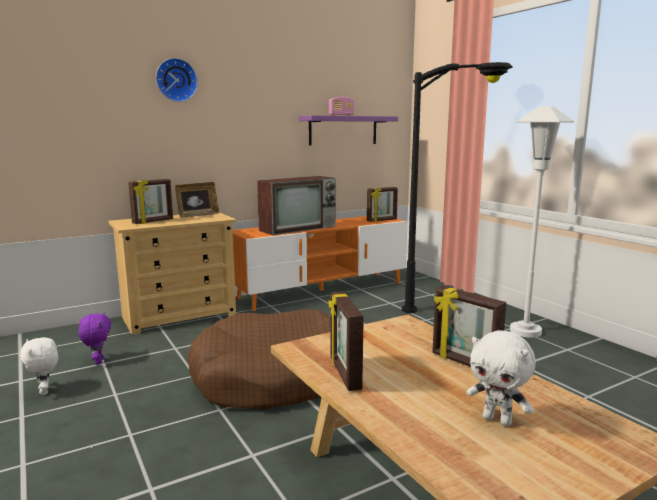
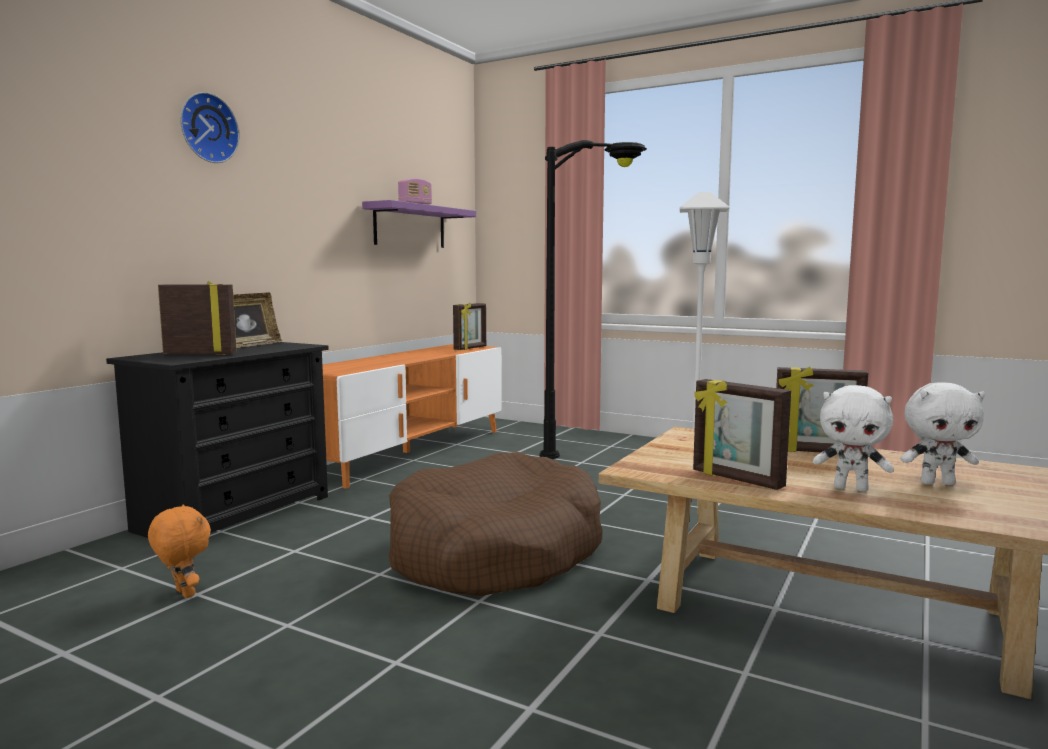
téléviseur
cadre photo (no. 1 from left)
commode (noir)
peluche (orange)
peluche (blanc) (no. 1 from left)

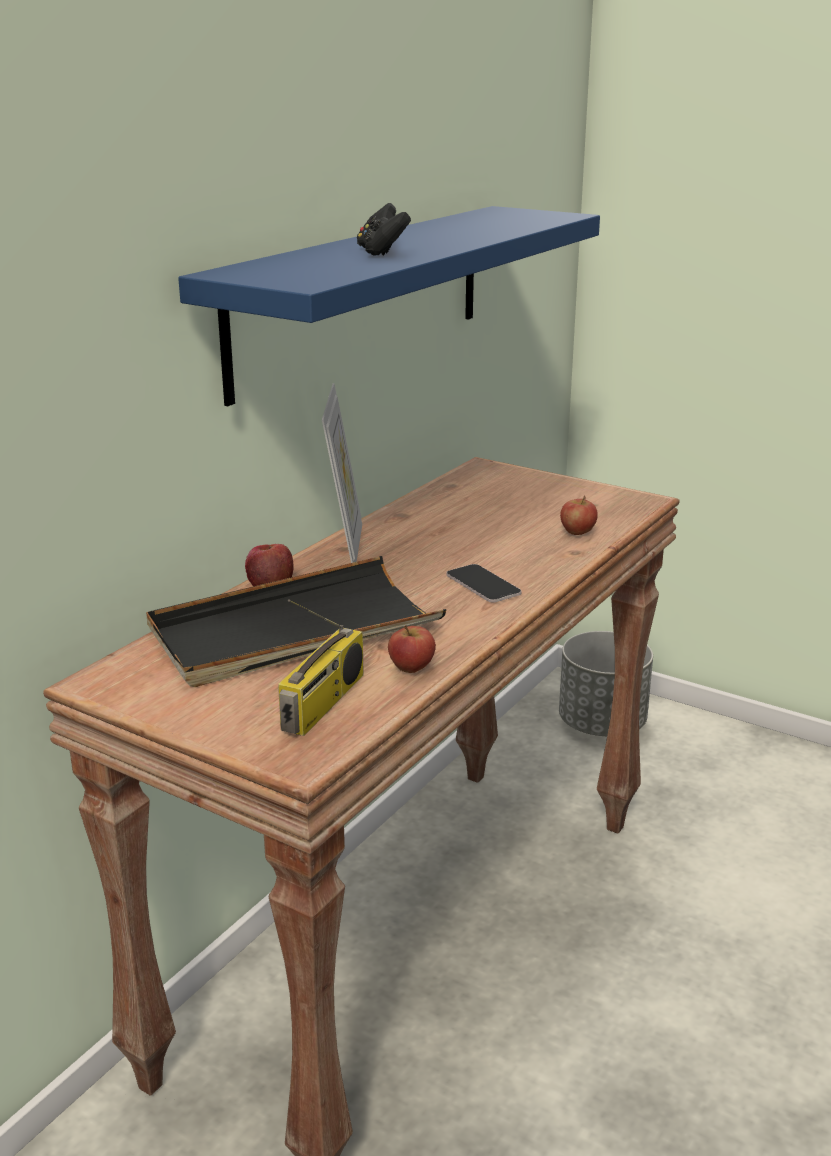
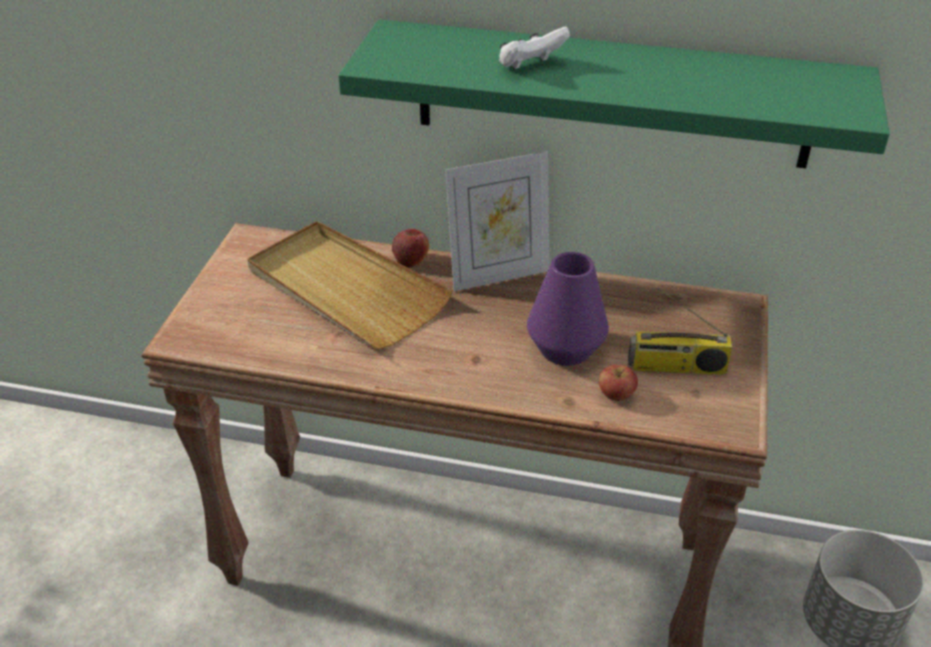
manette (blanc)
étagère (vert)
plateau (beige)
téléphone
radio
pomme (no. 2 from left in the first image)
vase (violet)

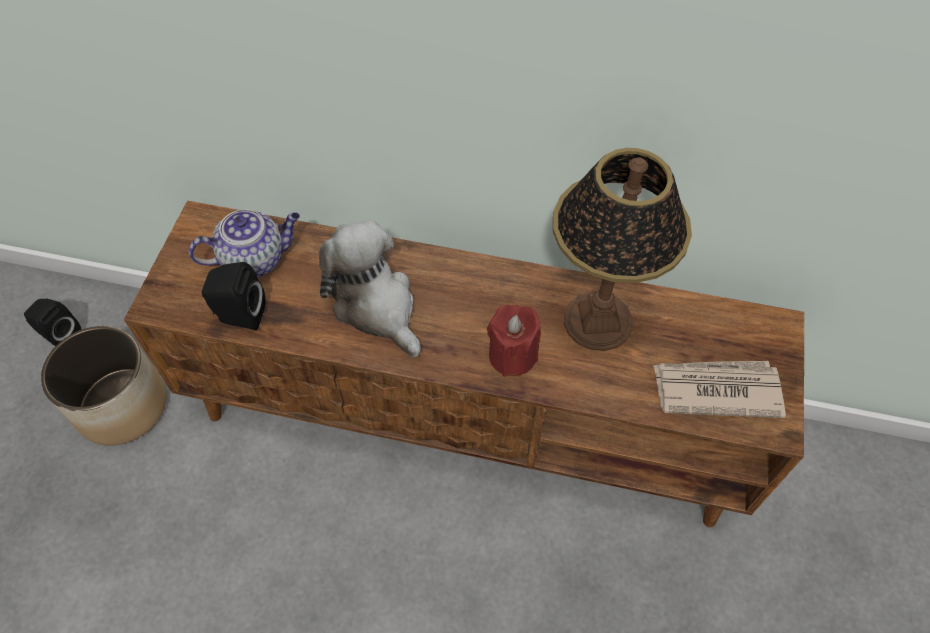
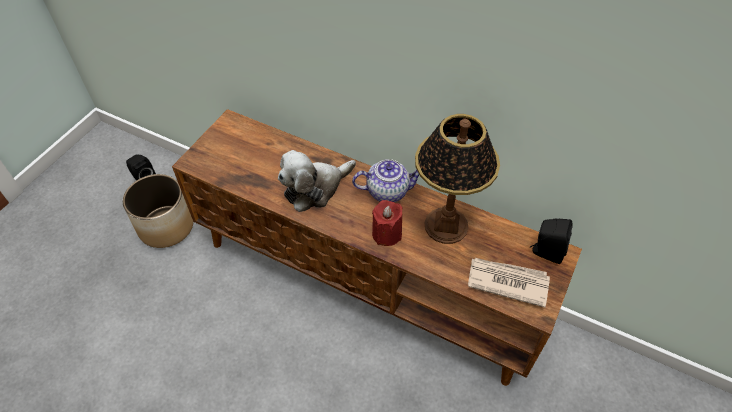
théière
peluche
enceinte (noir) (no. 2 from left)

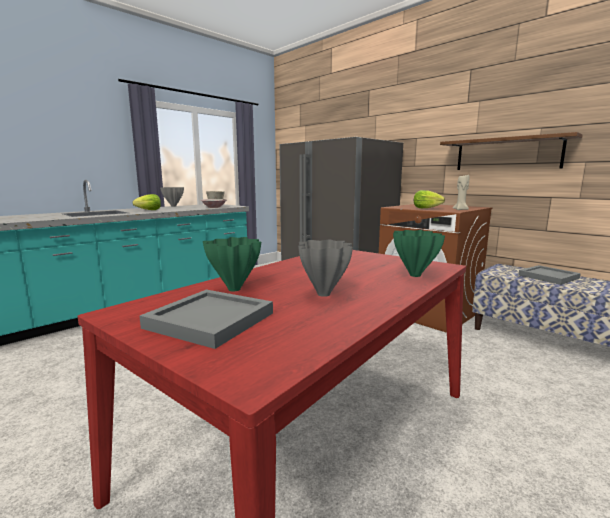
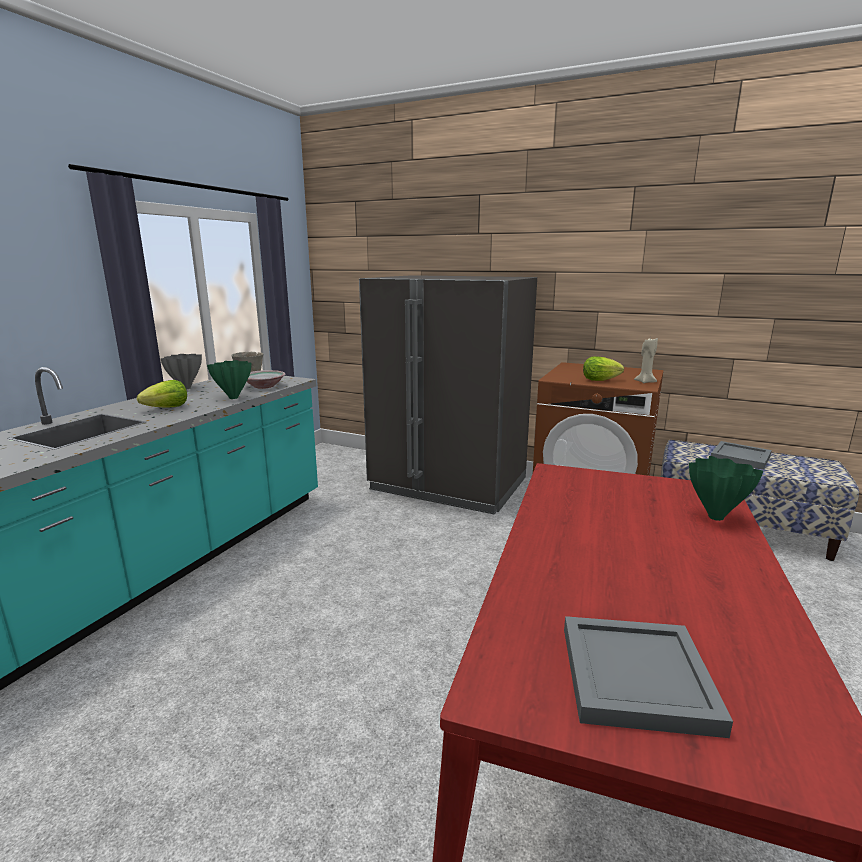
étagère (marron)
vase (vert) (no. 1 from left)
vase (gris) (no. 2 from left in the first image)

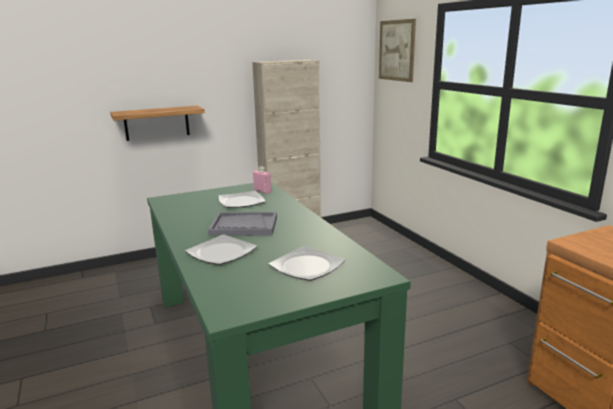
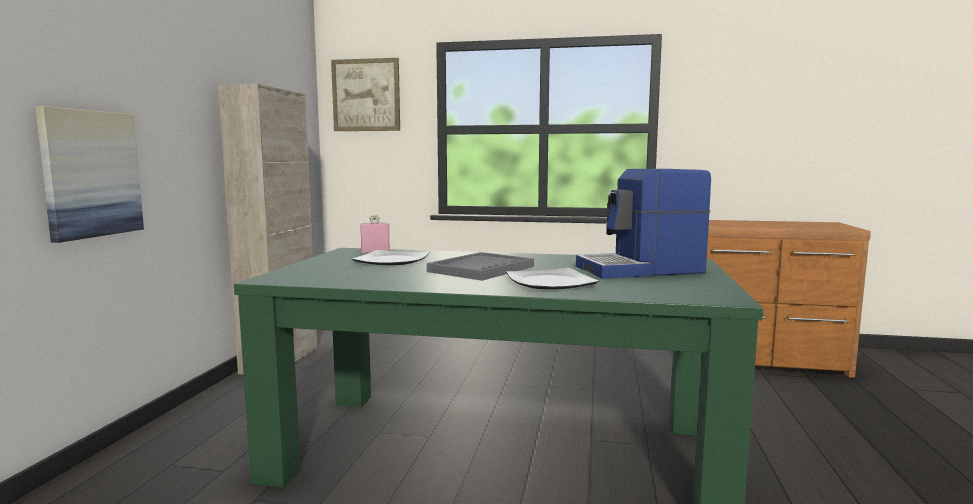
tableau (no. 1 from left)
machine à café

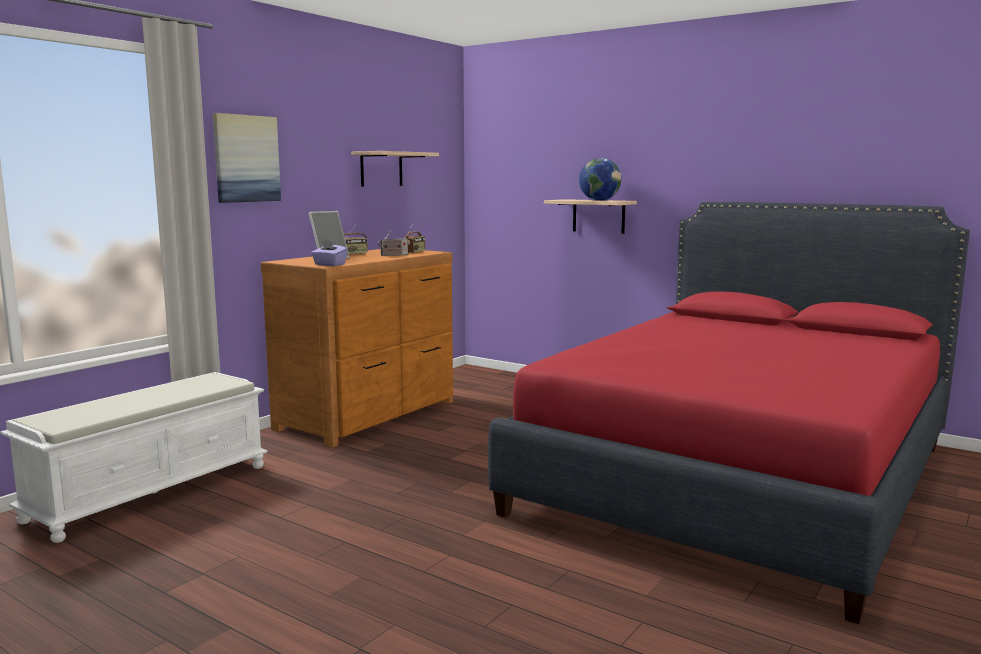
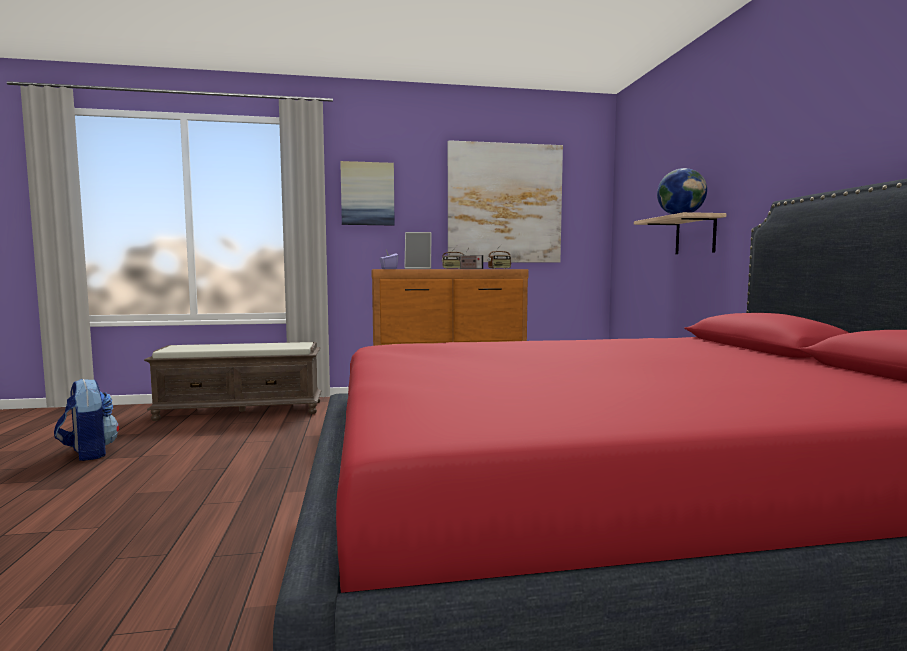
tableau (no. 2 from left)
banc (marron)
sac à dos

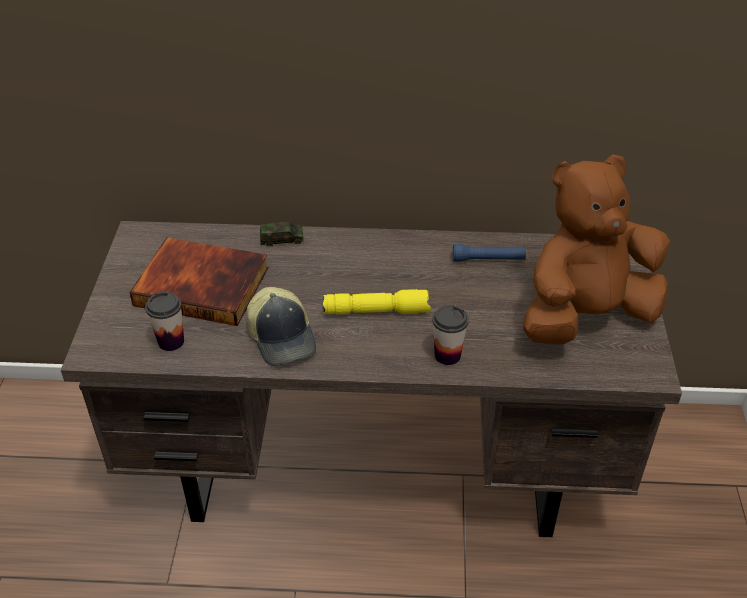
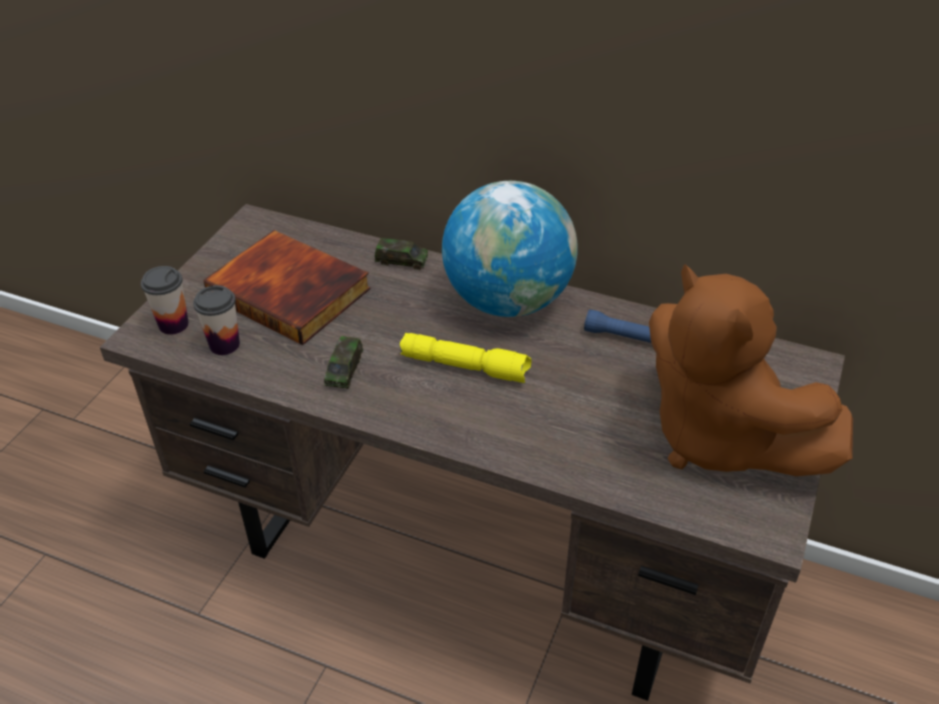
peluche (marron)
petite voiture (no. 1 from left)
tasse (no. 1 from left)
globe

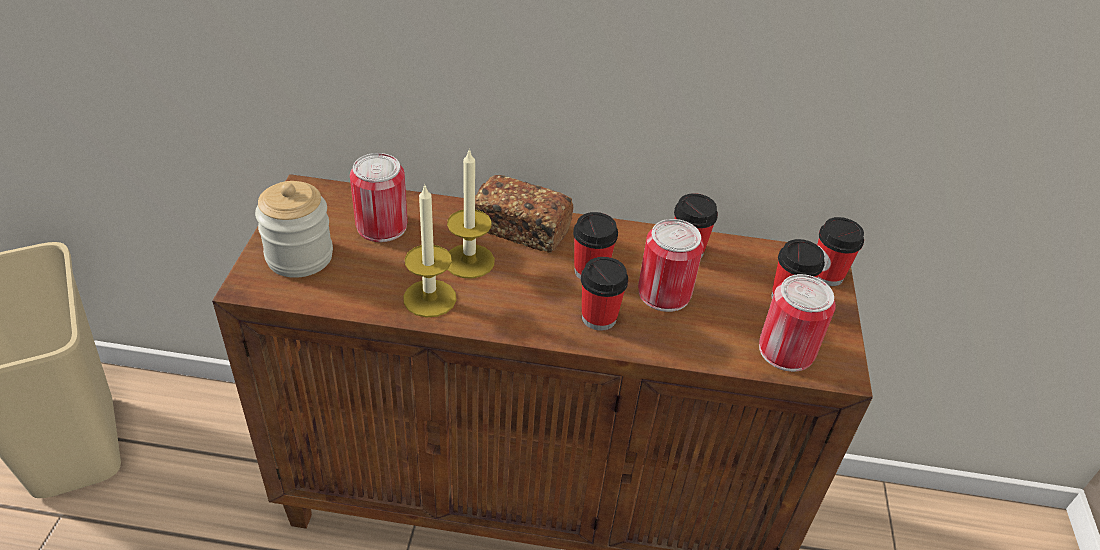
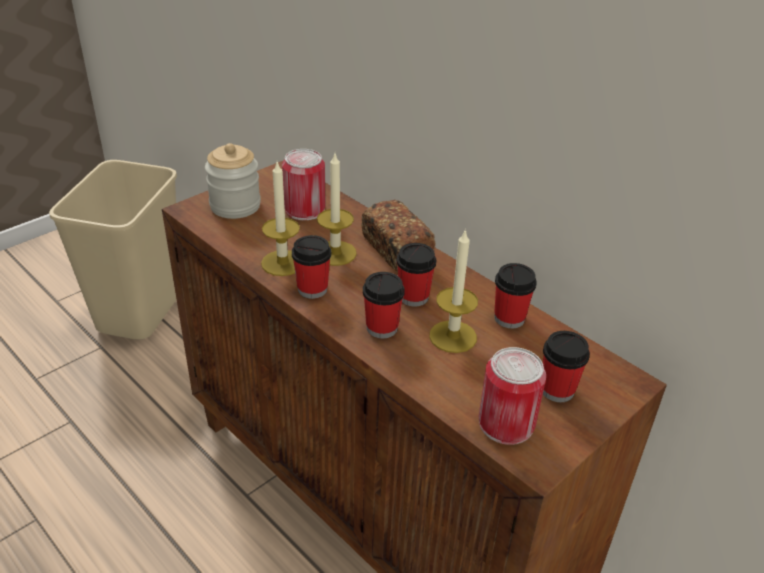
tasse (no. 1 from left)
bougie (no. 3 from left)

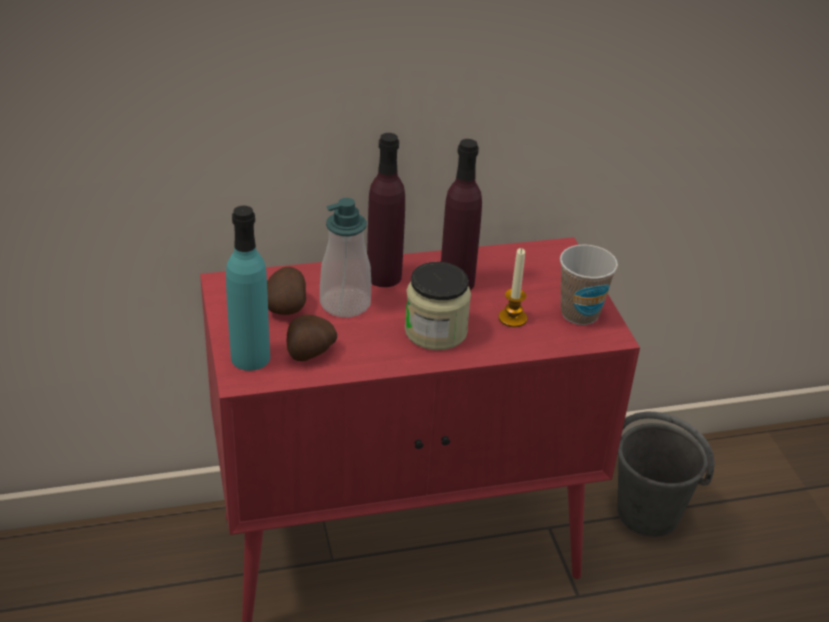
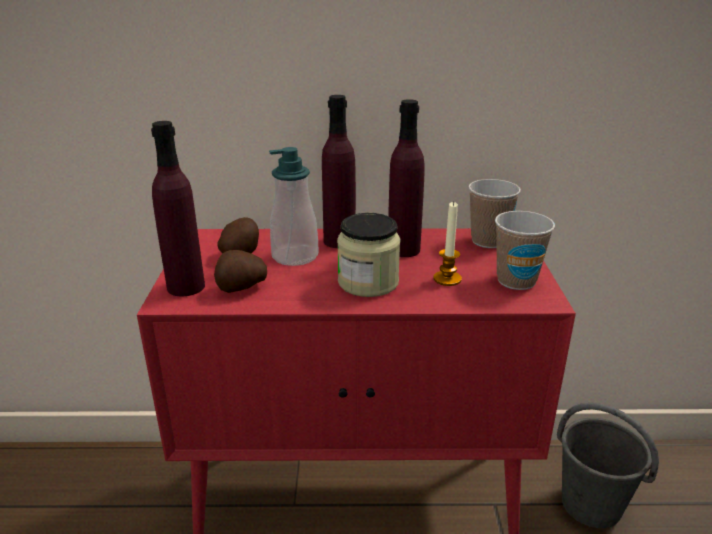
bouteille (violet) (no. 1 from left)
tasse (no. 1 from left)

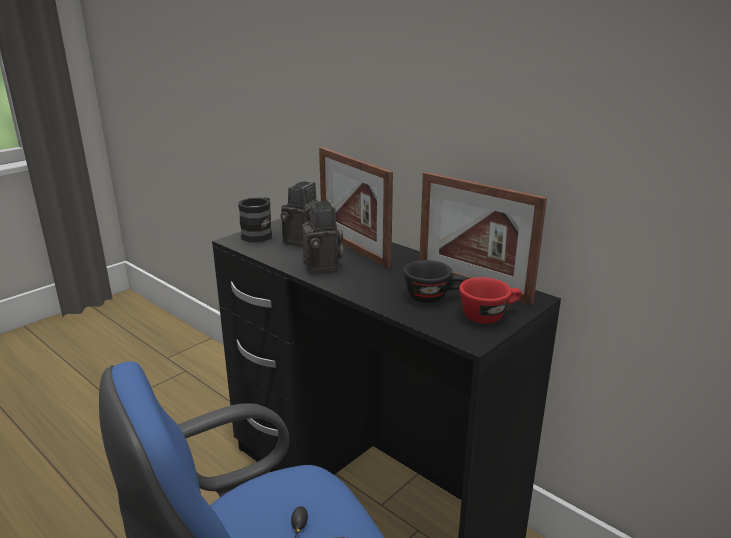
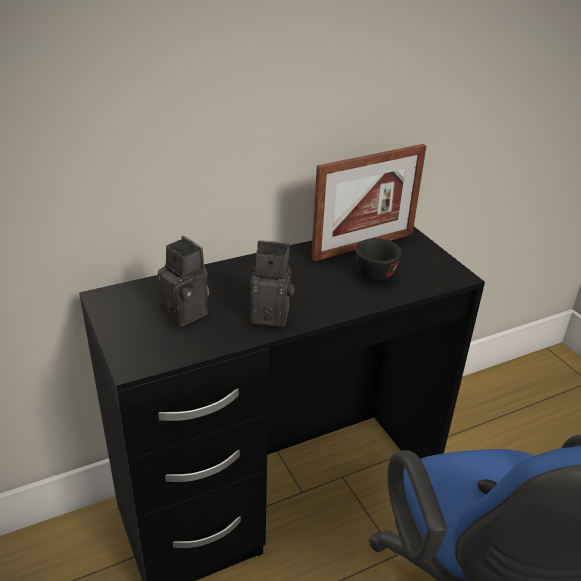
cadre photo (no. 1 from left in the first image)
mug (noir)
tasse (rouge)

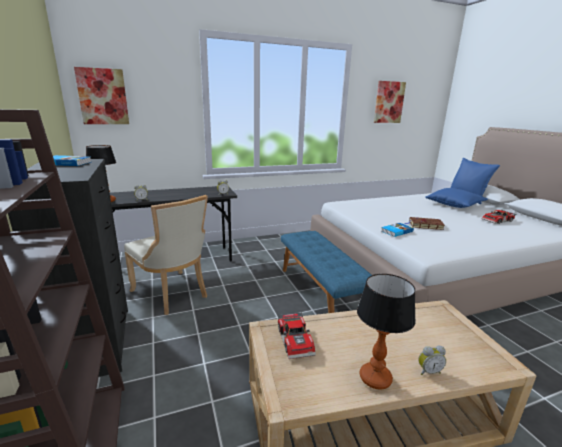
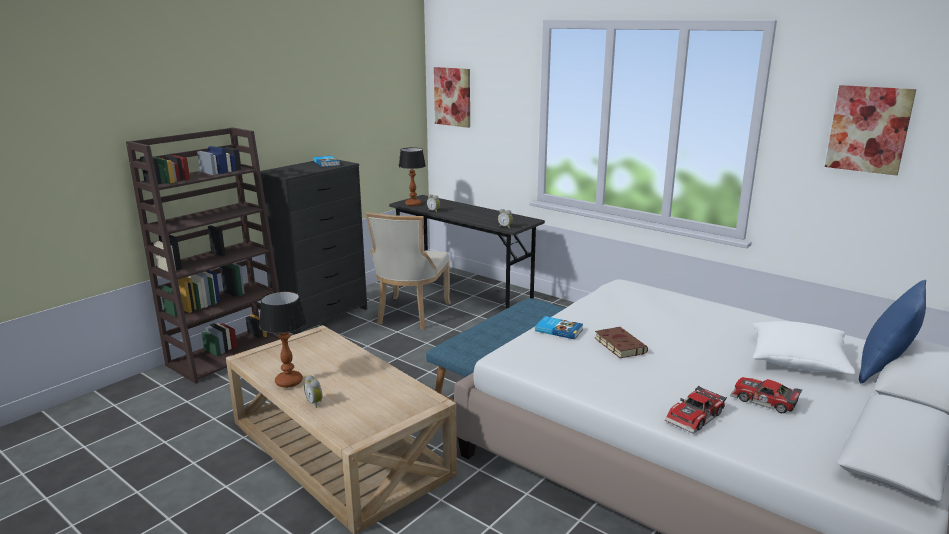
coussin (blanc)
petite voiture (no. 1 from left)

